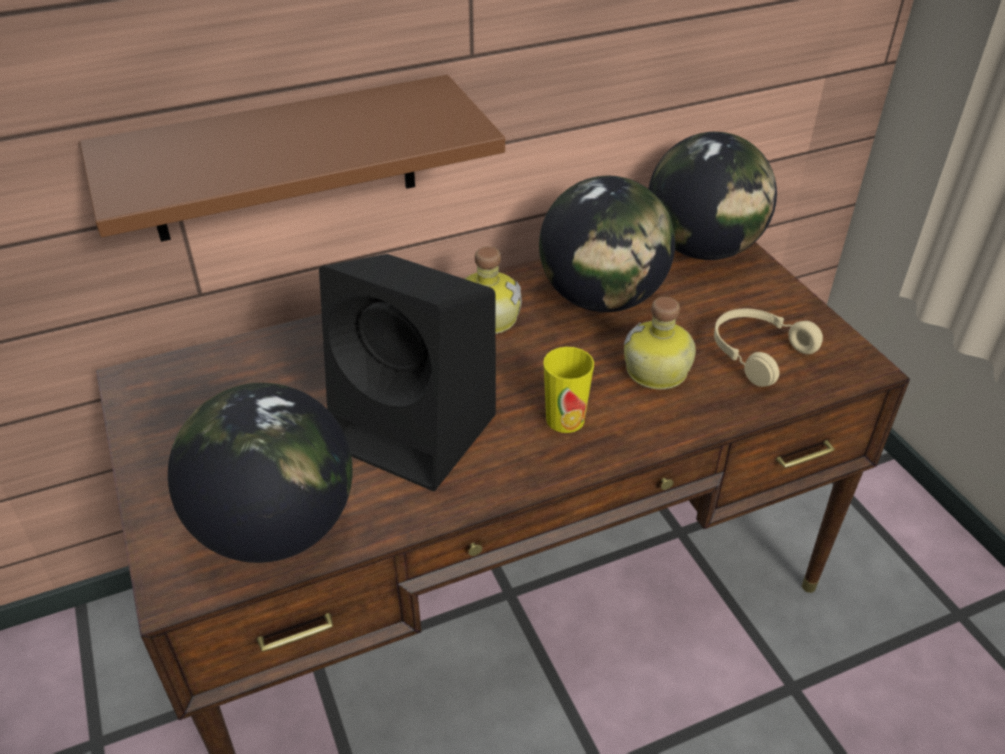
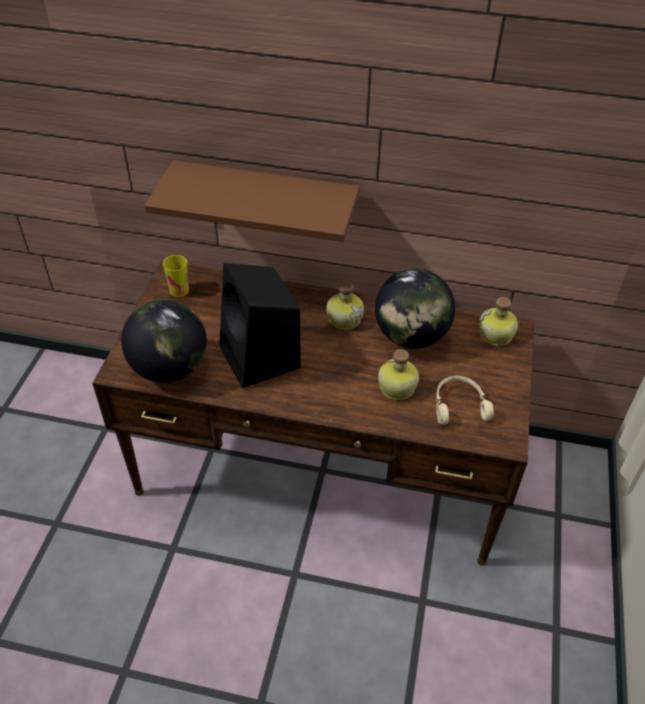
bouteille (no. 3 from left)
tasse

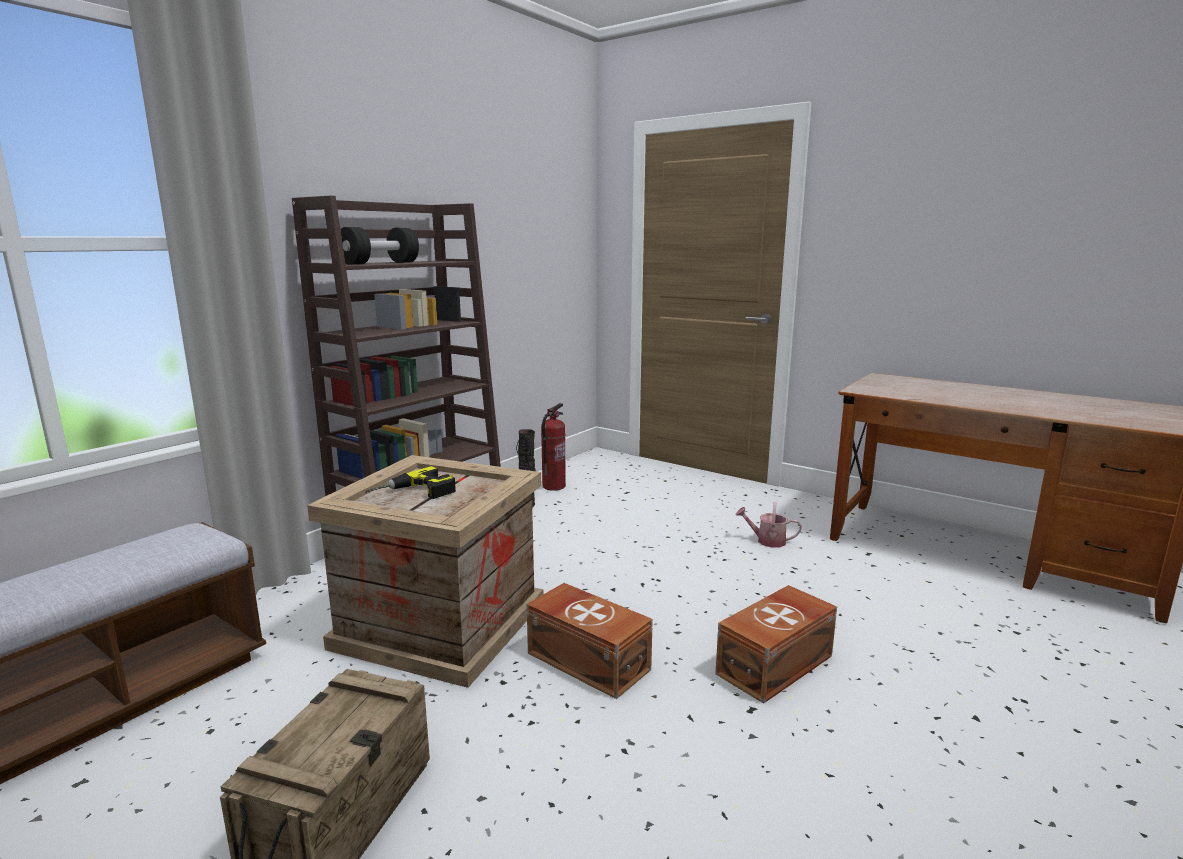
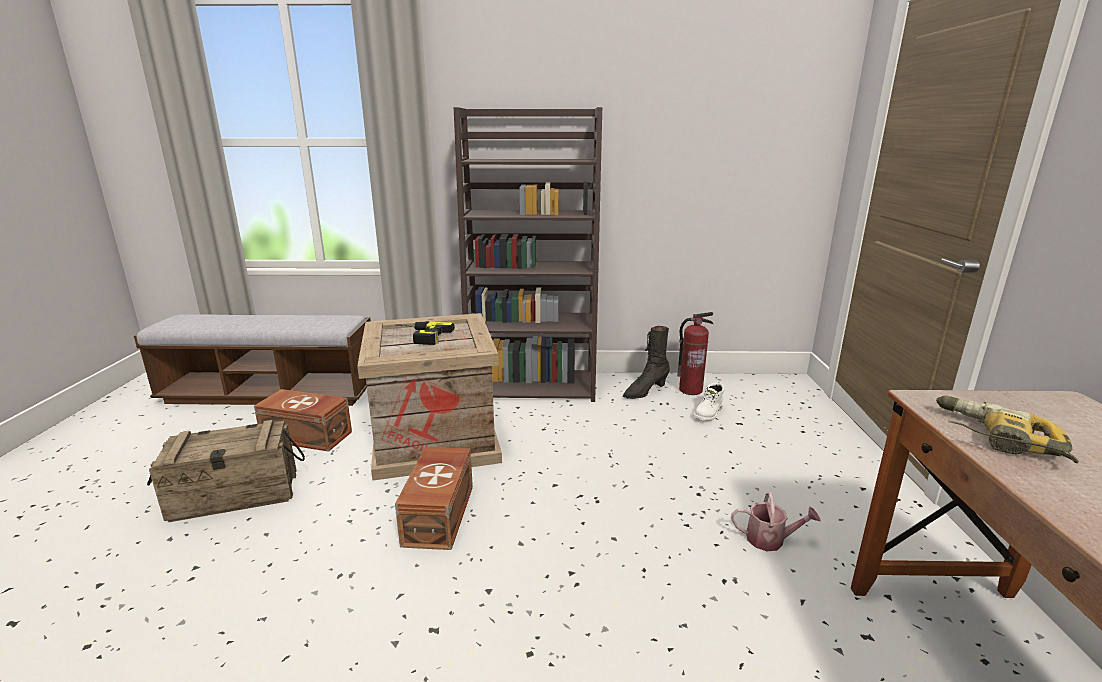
haltère (noir)
arrosoir
boîte de rangement (marron) (no. 1 from left)
botte (blanc)
perceuse (no. 2 from left)

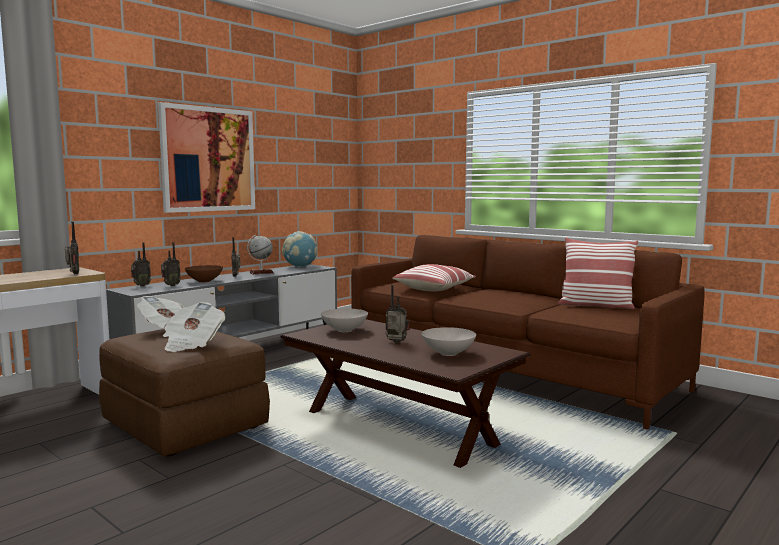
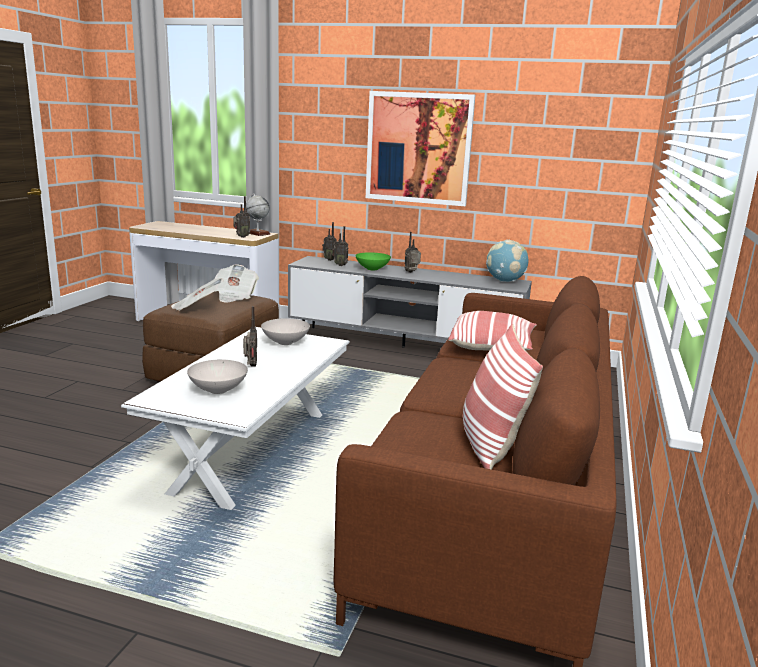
globe (no. 1 from left)
bol (vert)
table basse (blanc)

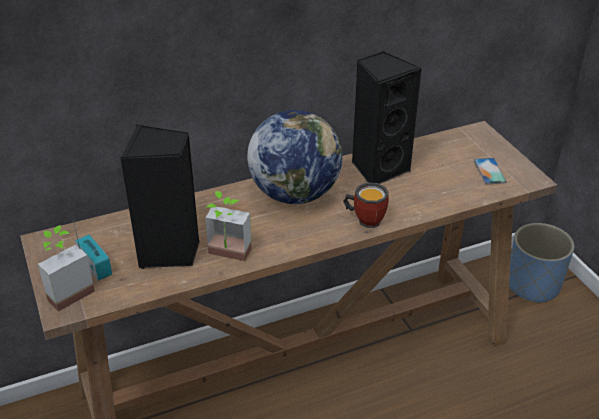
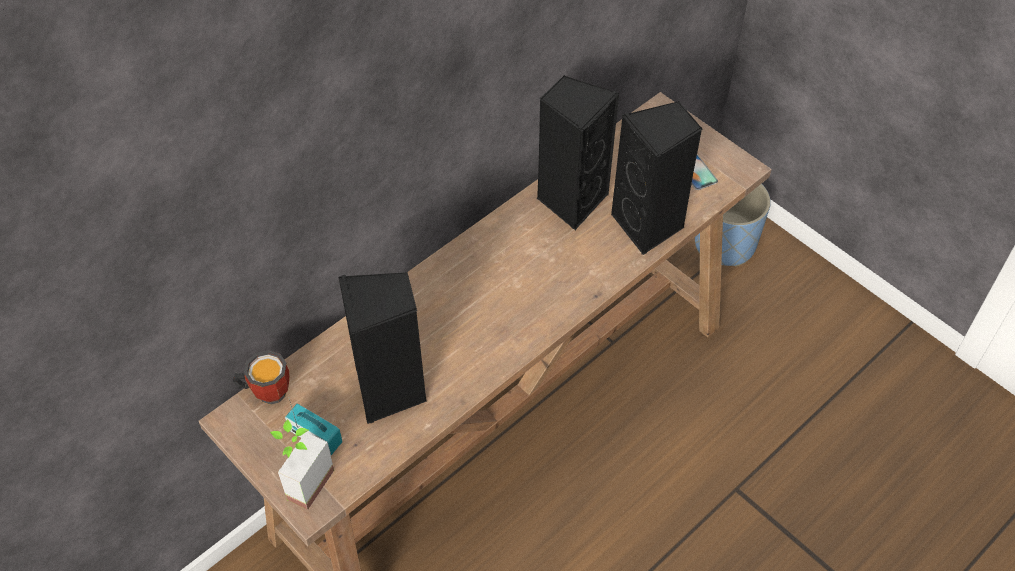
globe
mug
plante en pot (no. 2 from left in the first image)
enceinte (noir) (no. 3 from left)

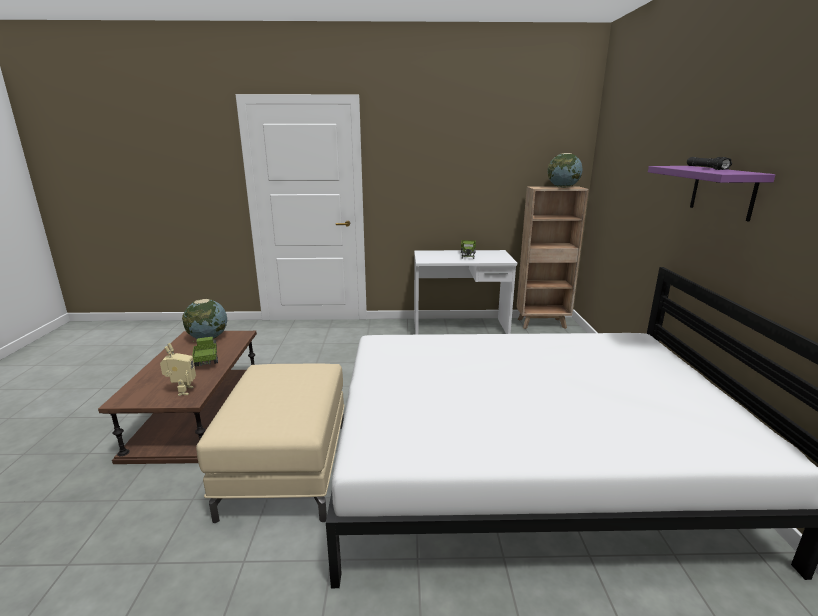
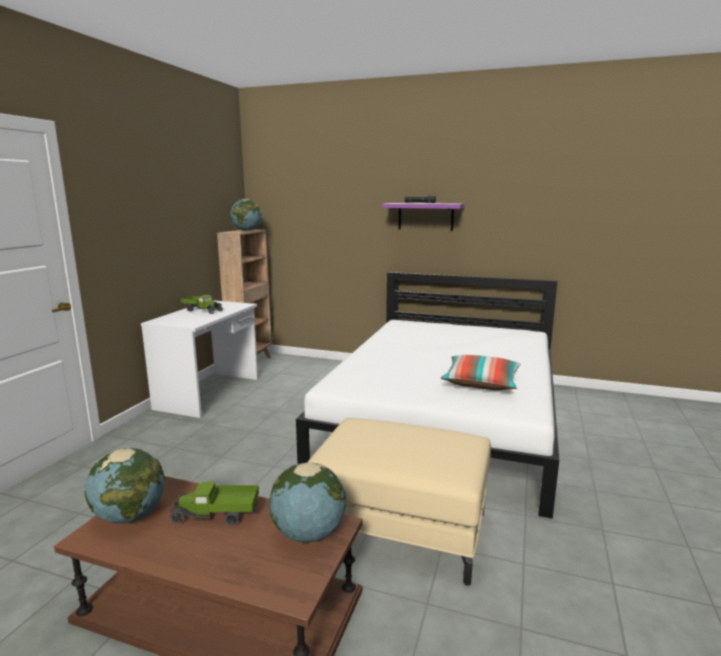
globe (no. 3 from left)
coussin

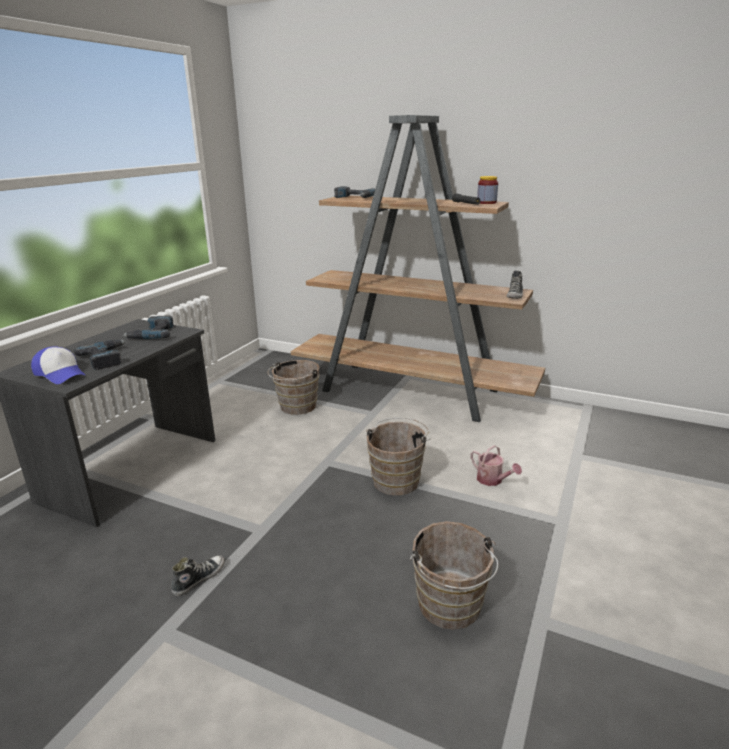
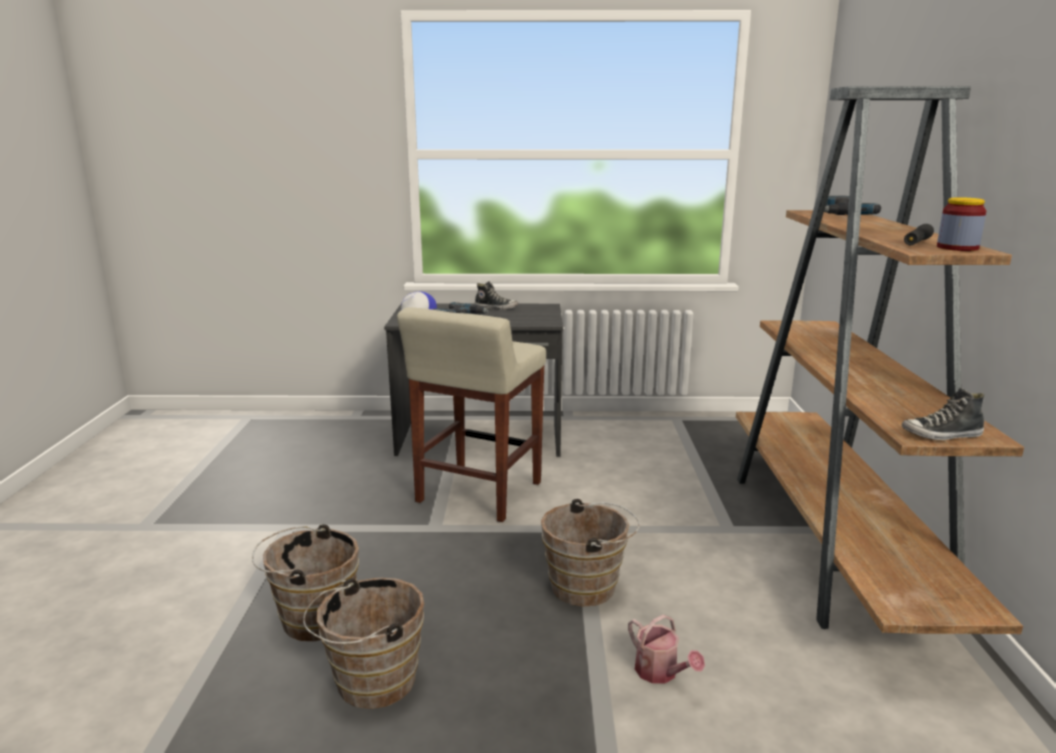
perceuse (no. 2 from left in the first image)
seau (marron) (no. 1 from left)
arrosoir
chaussure (no. 1 from left)
tabouret (beige)

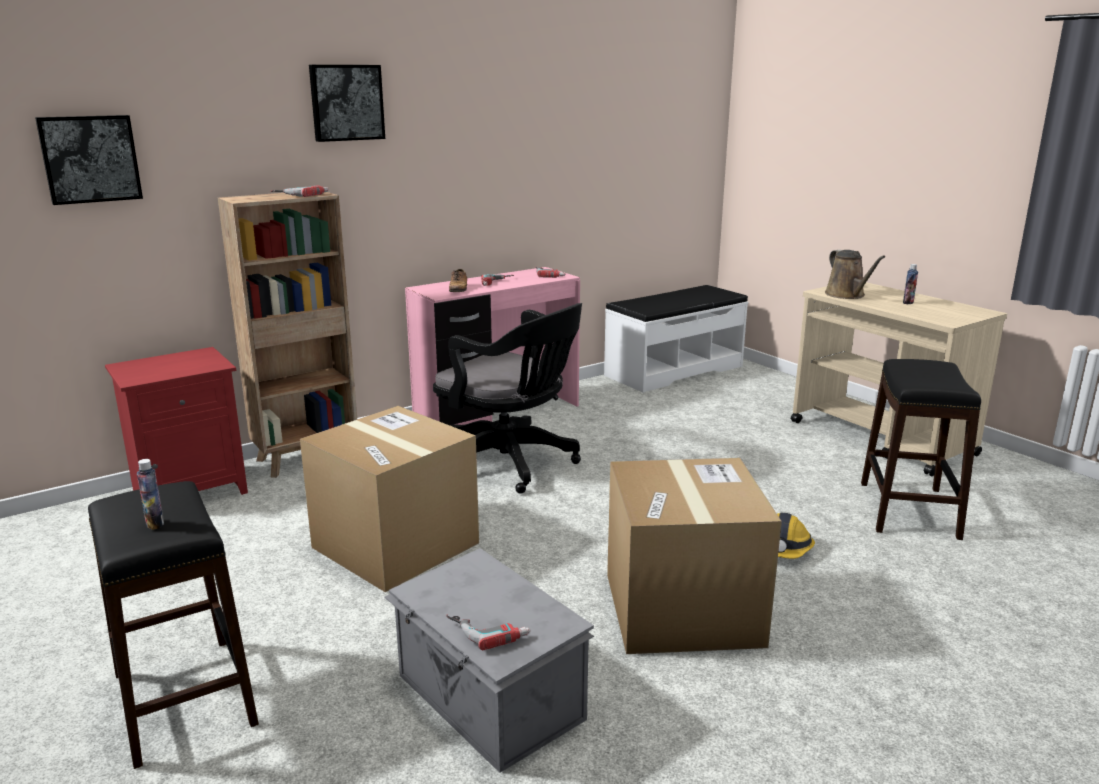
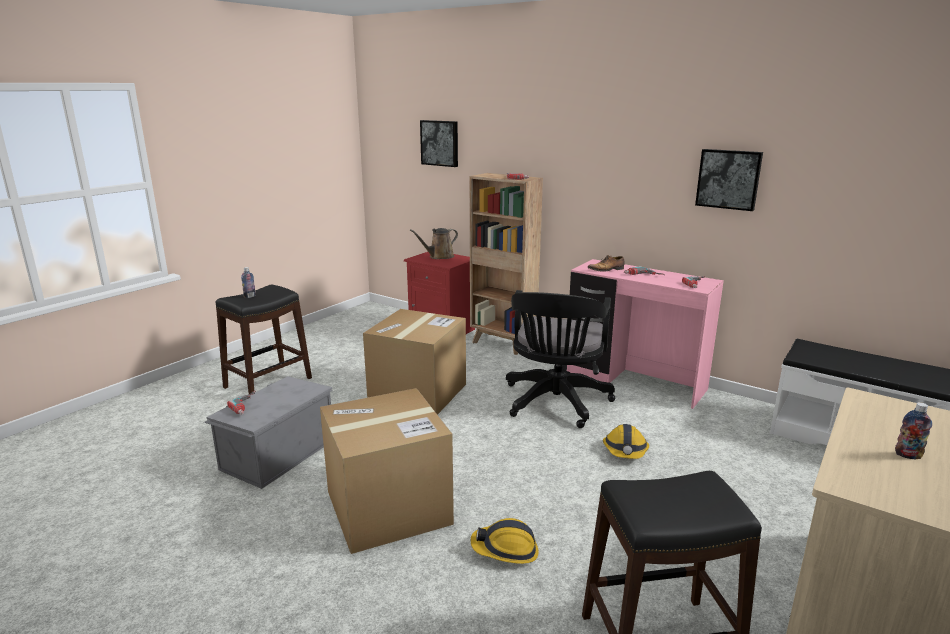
tableau (no. 2 from left)
arrosoir (marron)
casque de chantier (no. 2 from left)

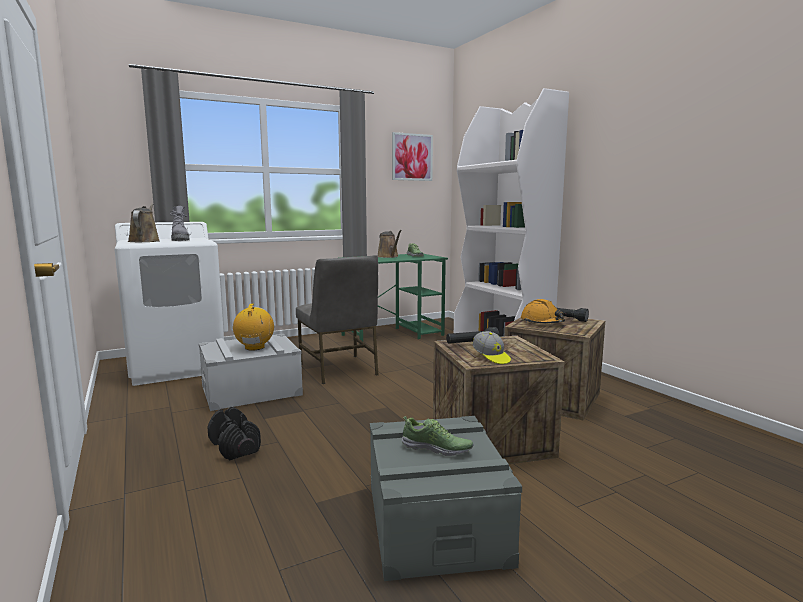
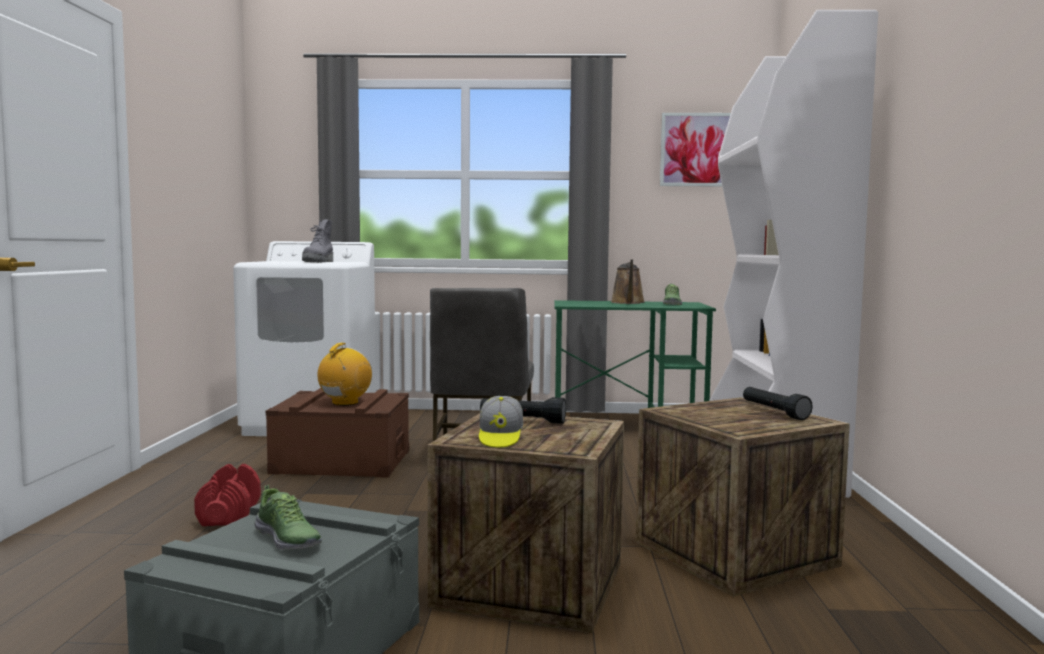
arrosoir (marron) (no. 1 from left in the first image)
casque de chantier (orange)
boîte de rangement (marron)
haltère (rouge)

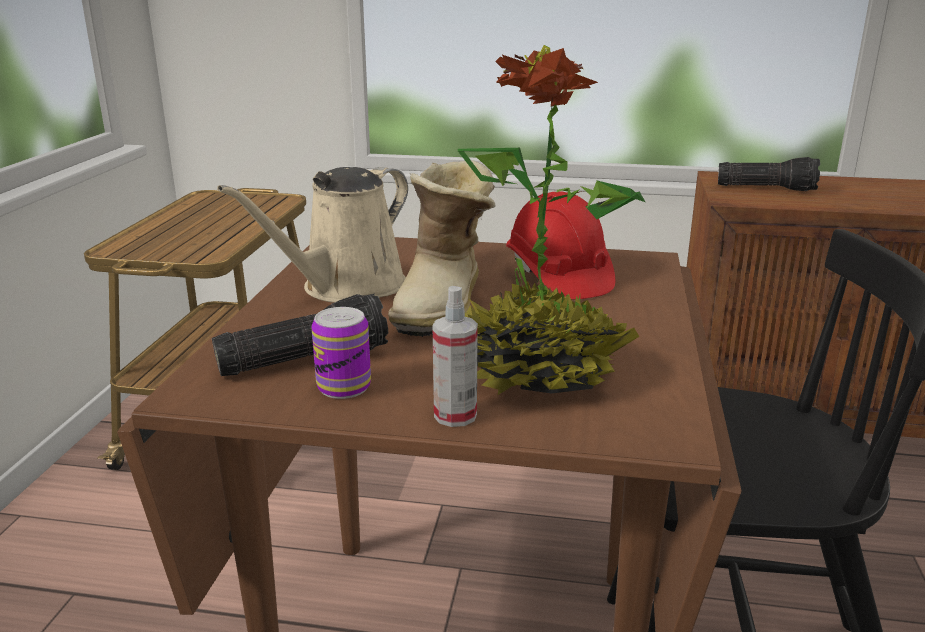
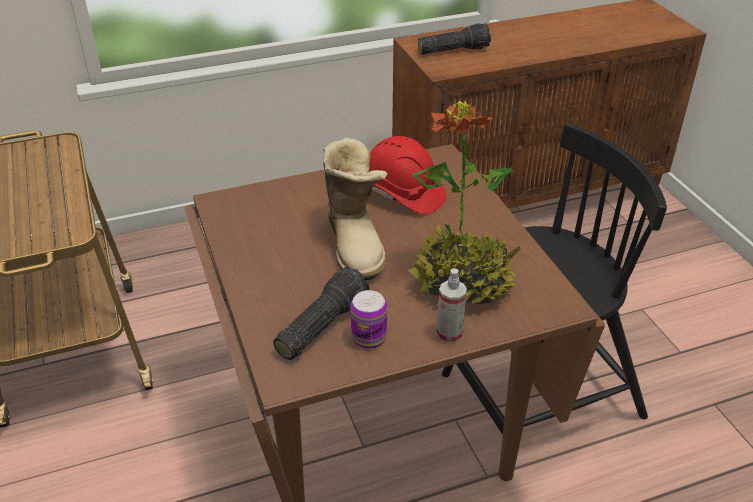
arrosoir (beige)

